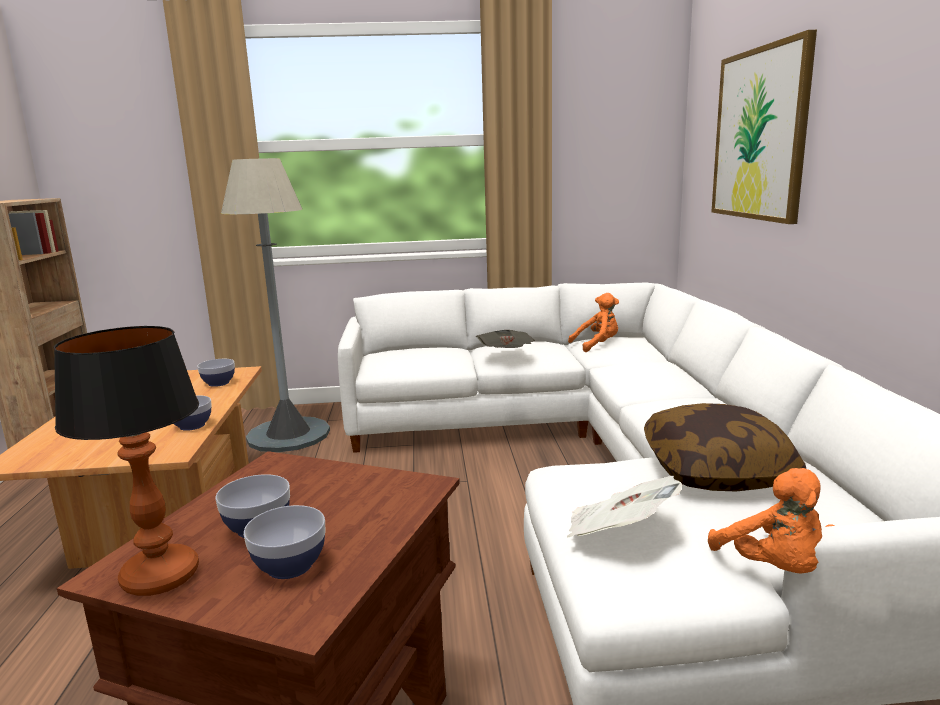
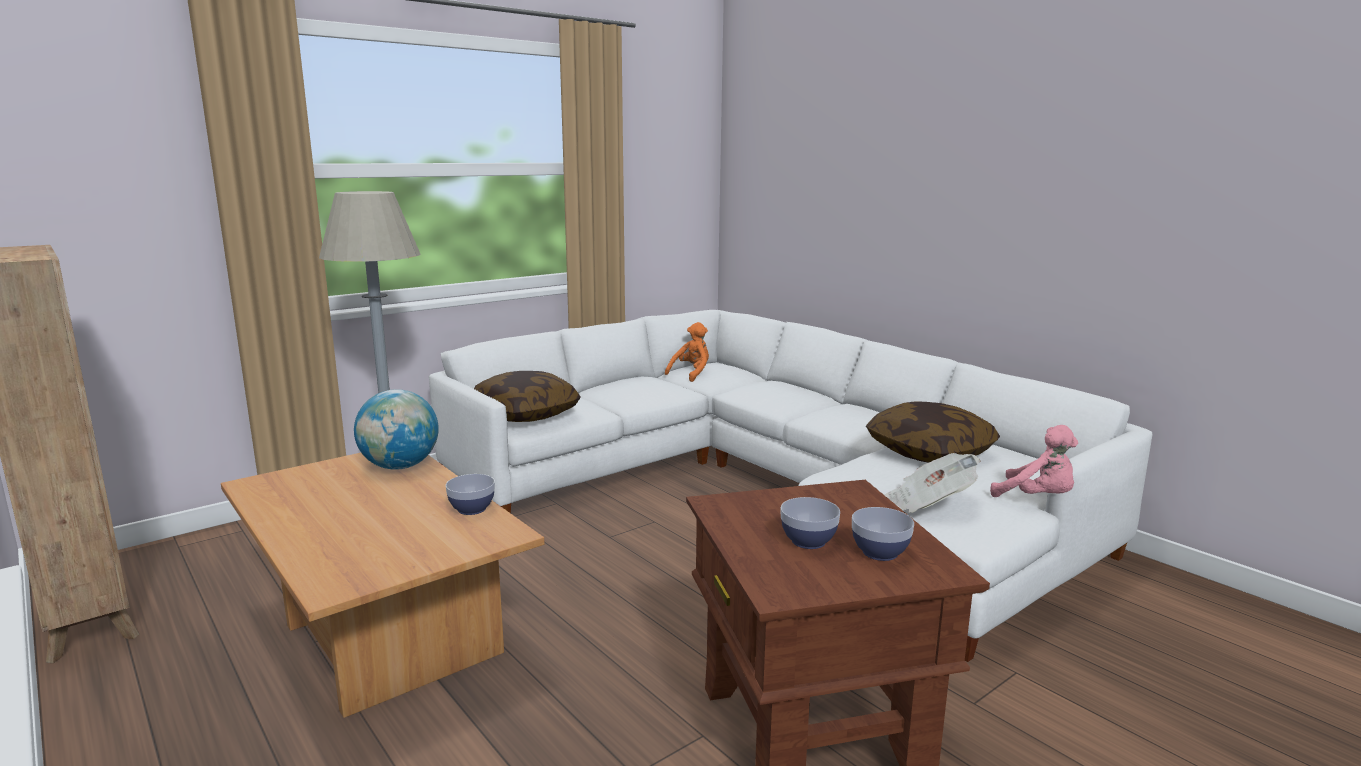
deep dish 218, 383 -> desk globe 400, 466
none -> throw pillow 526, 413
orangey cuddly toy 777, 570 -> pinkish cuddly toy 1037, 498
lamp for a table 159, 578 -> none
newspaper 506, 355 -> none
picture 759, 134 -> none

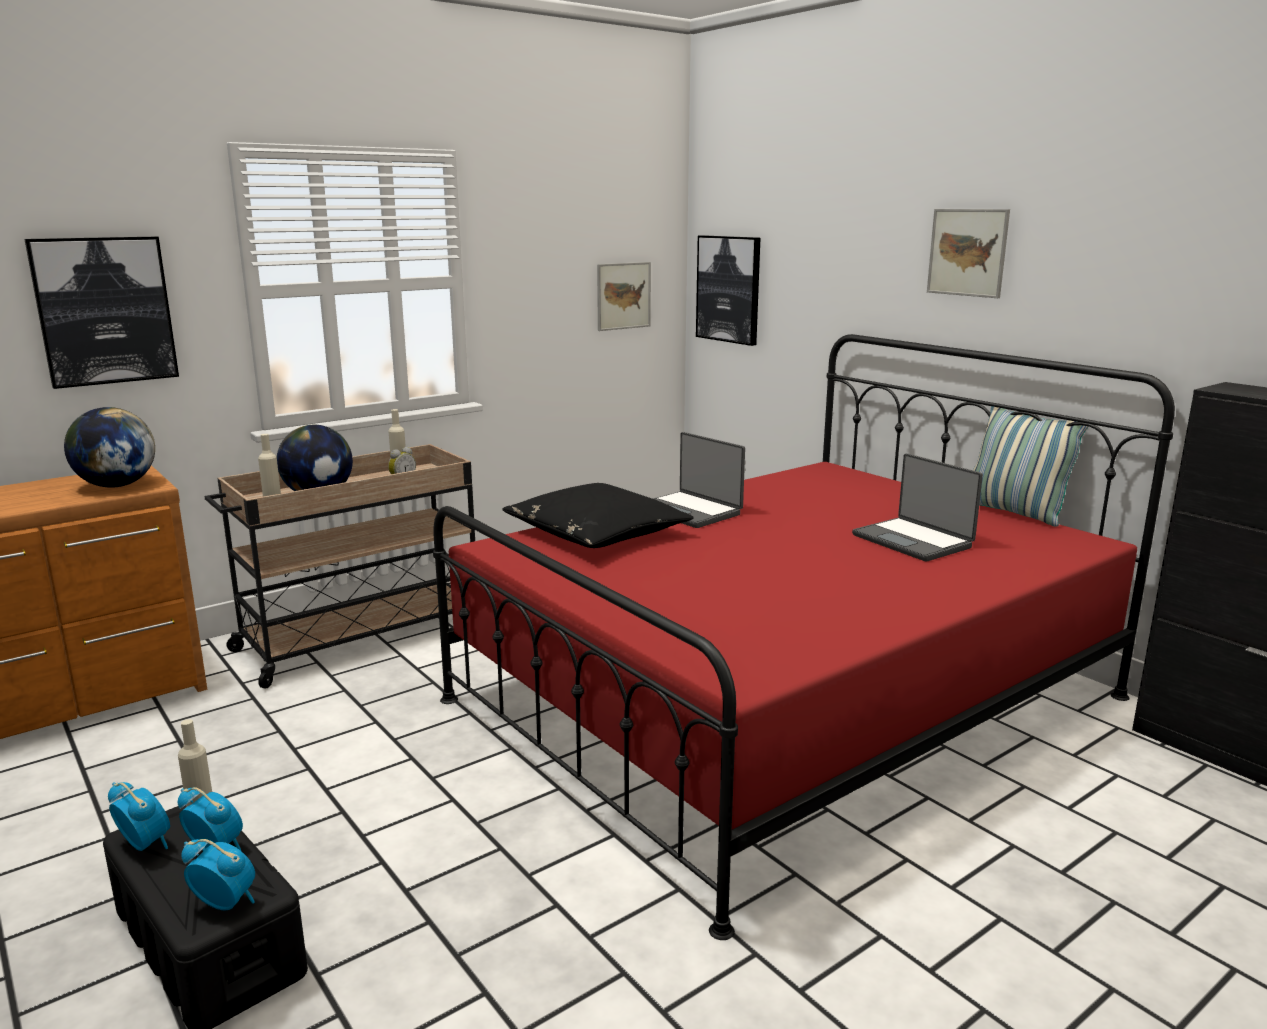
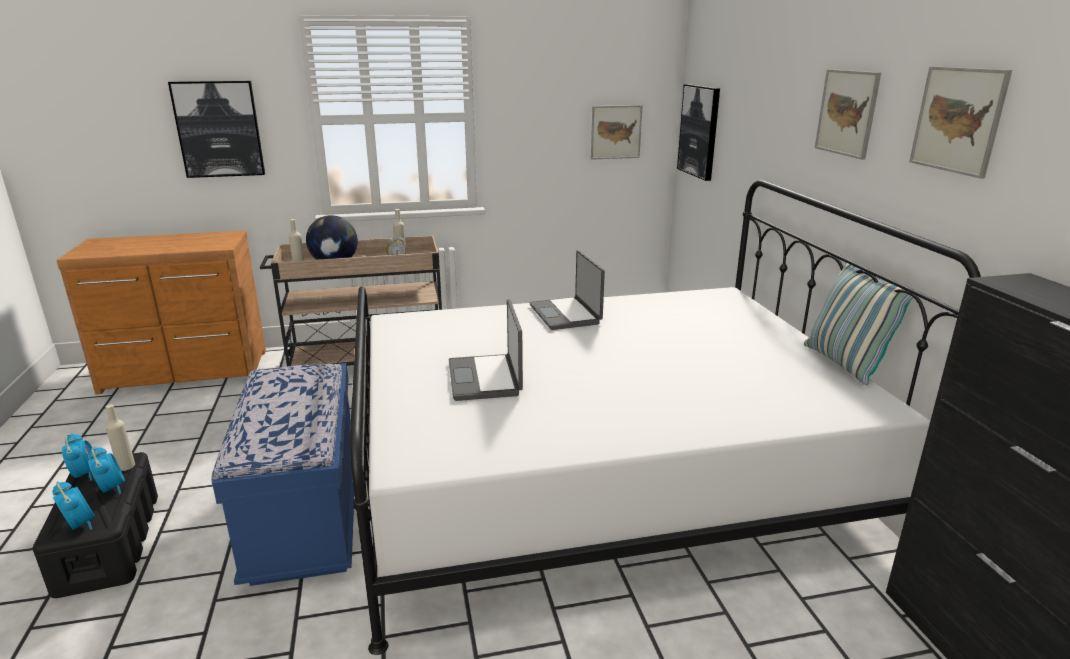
none -> bluish bench 306, 516
red-coloured sleeping bed 785, 698 -> white-coloured sleeping bed 600, 477
portable computer 913, 541 -> portable computer 486, 378, move
none -> picture 958, 120
desk globe 116, 485 -> none
black throw pillow 597, 533 -> none

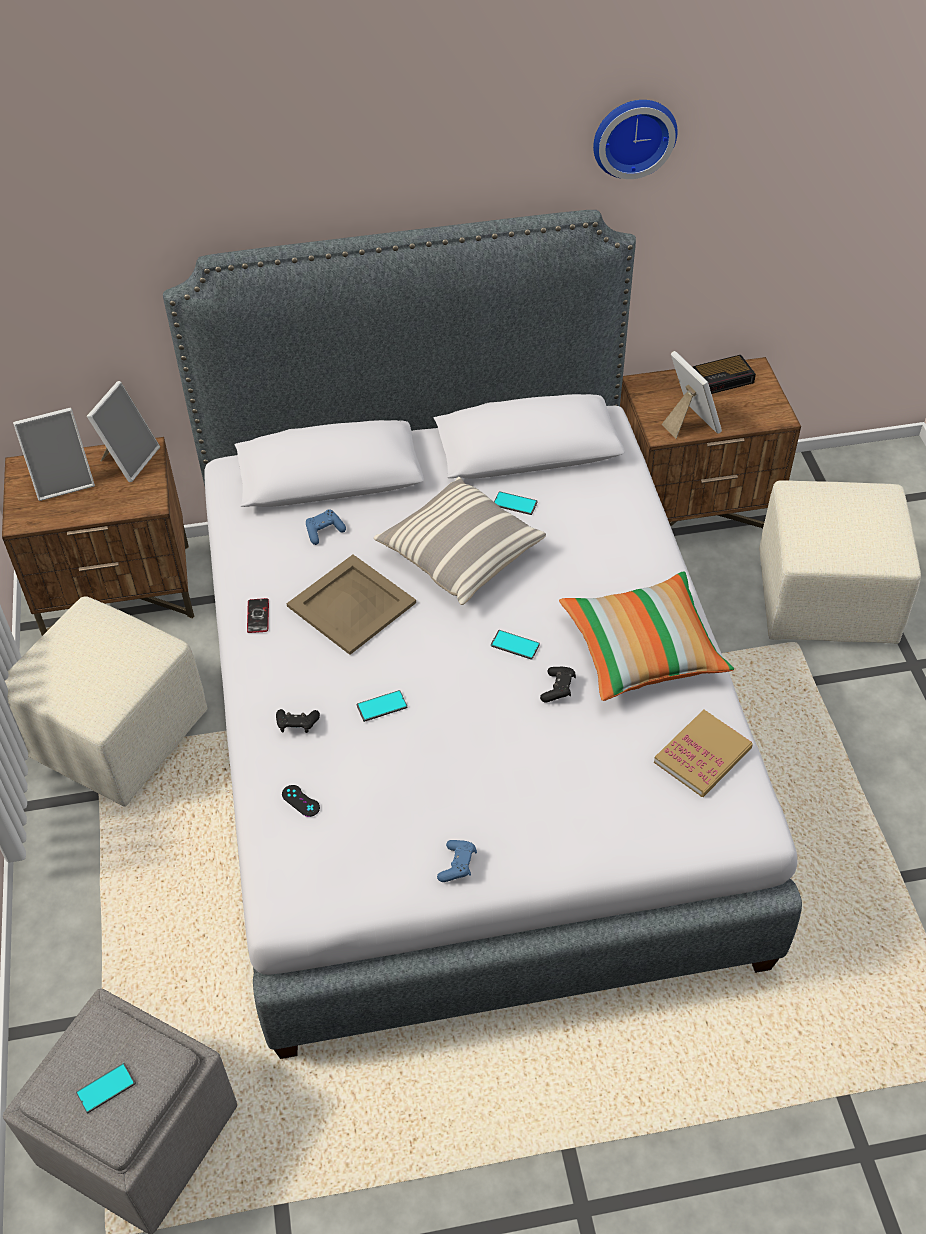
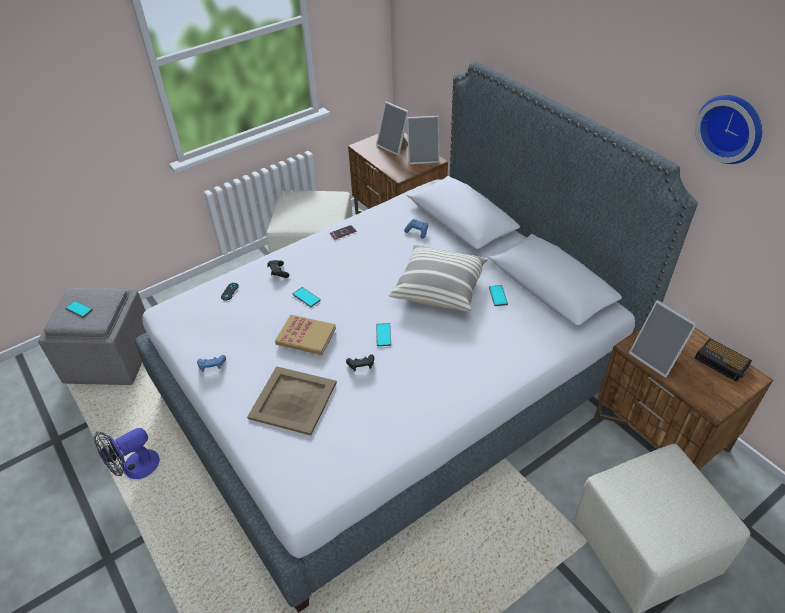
none -> electric fan 135, 468
beige-coloured carrying tray 351, 605 -> beige-coloured carrying tray 292, 400, move
bound book 702, 755 -> bound book 306, 336, move
picture frame 688, 423 -> picture frame 656, 358, 105 degrees clockwise
throw pillow 642, 650 -> none

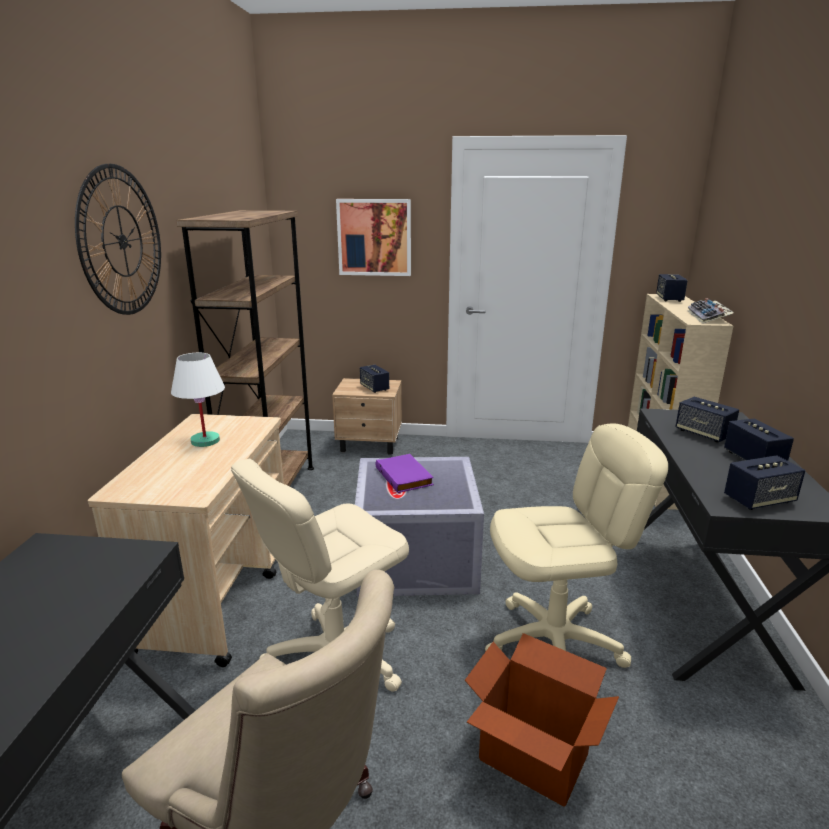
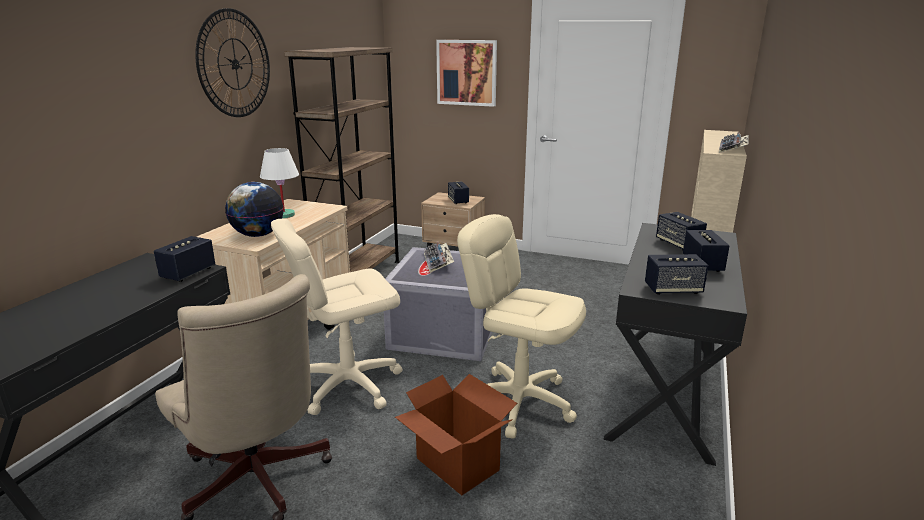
audio speaker 669, 299 -> audio speaker 188, 273, move
none -> desk globe 258, 235
purple bound book 405, 476 -> PC keyboard 438, 262
beige-coloured computer chair 554, 645 -> beige-coloured computer chair 519, 402, 150 degrees counterclockwise

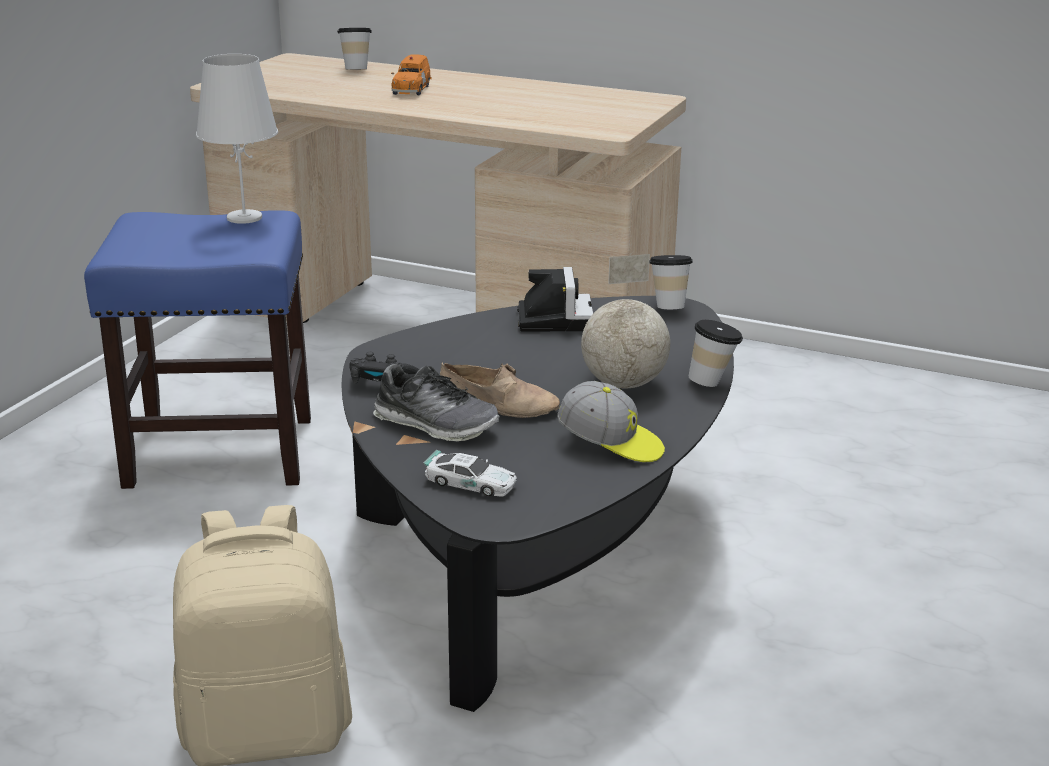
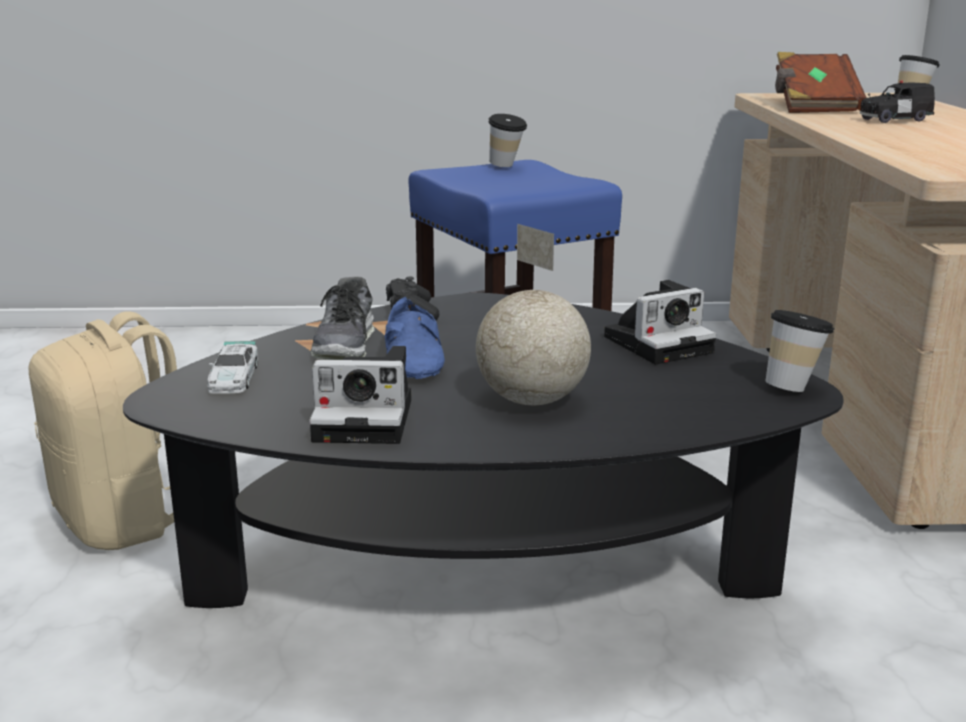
peaked cap 610, 444 -> still camera 369, 419
beige-coloured low shoe 499, 404 -> bluish low shoe 417, 359
small cup 713, 382 -> small cup 506, 166, move
none -> brown-coloured bound book 813, 107
orangey model car 411, 90 -> black model car 894, 120
white-coloured lamp for a table 245, 217 -> none

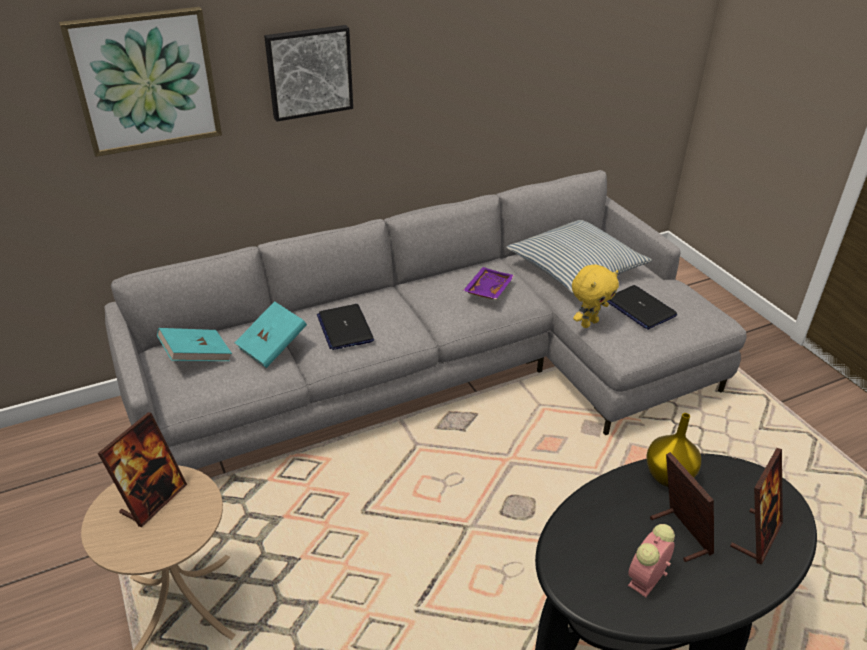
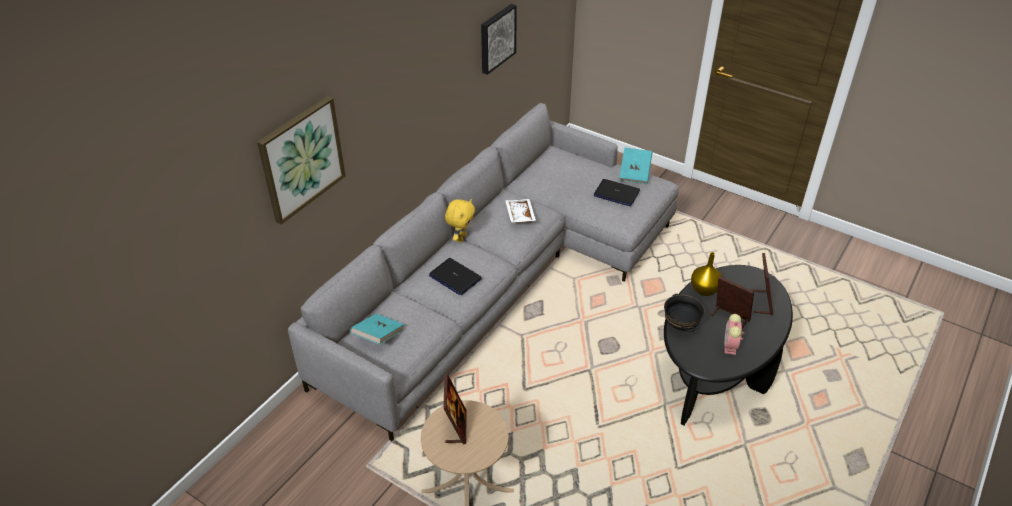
yellowish cuddly toy 588, 323 -> yellowish cuddly toy 461, 238, move
picture 309, 72 -> picture 496, 38, move
purple carrying tray 487, 290 -> white-coloured carrying tray 519, 215
turquoise-coloured bound book 272, 347 -> turquoise-coloured bound book 634, 173, move
none -> black deep dish 680, 325
throw pillow 575, 267 -> none

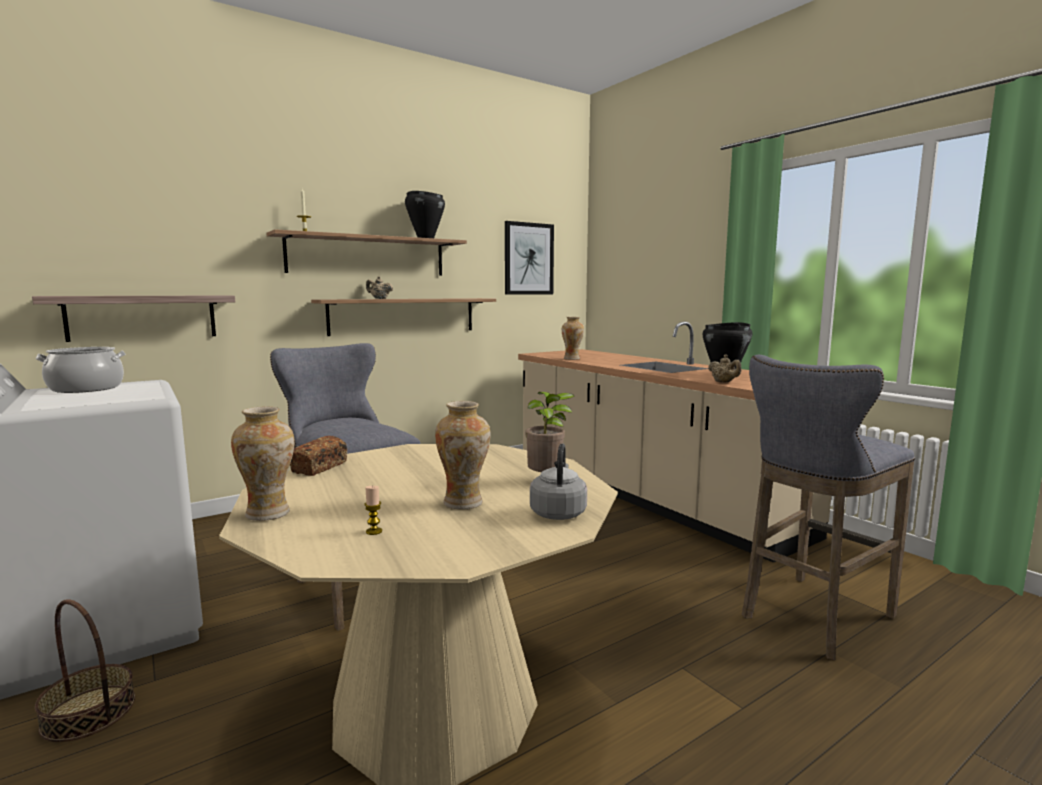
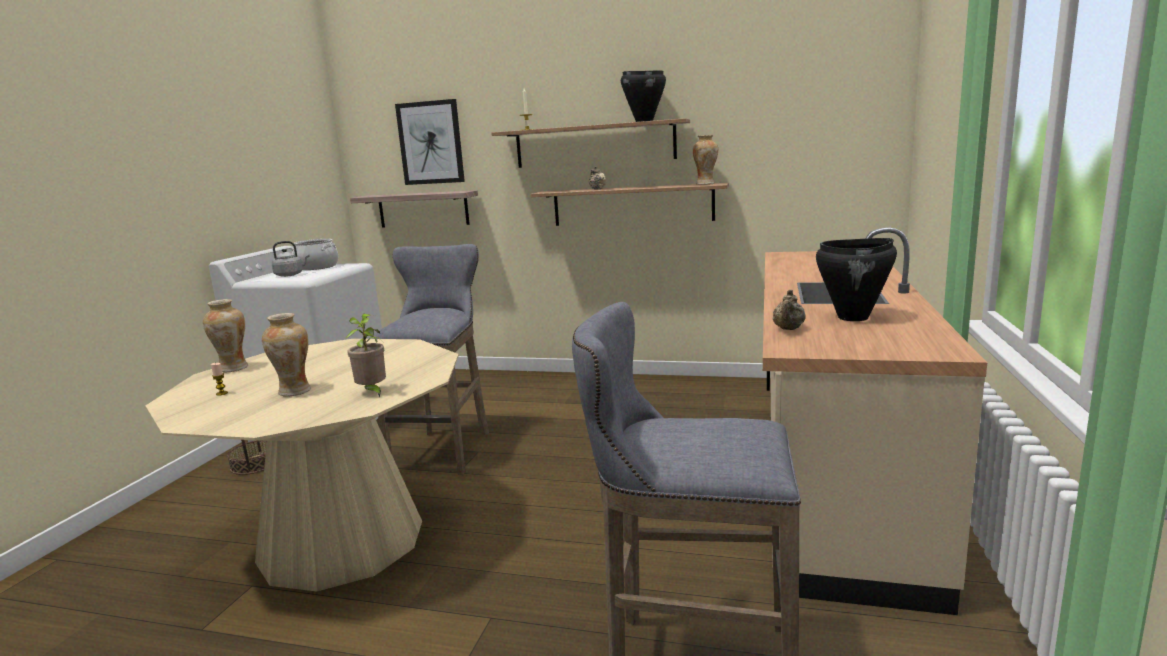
grey tea kettle 558, 512 -> grey tea kettle 290, 275, move
picture 528, 259 -> picture 430, 143, move
decorative vase 572, 359 -> decorative vase 705, 184, move
bread 319, 467 -> none

